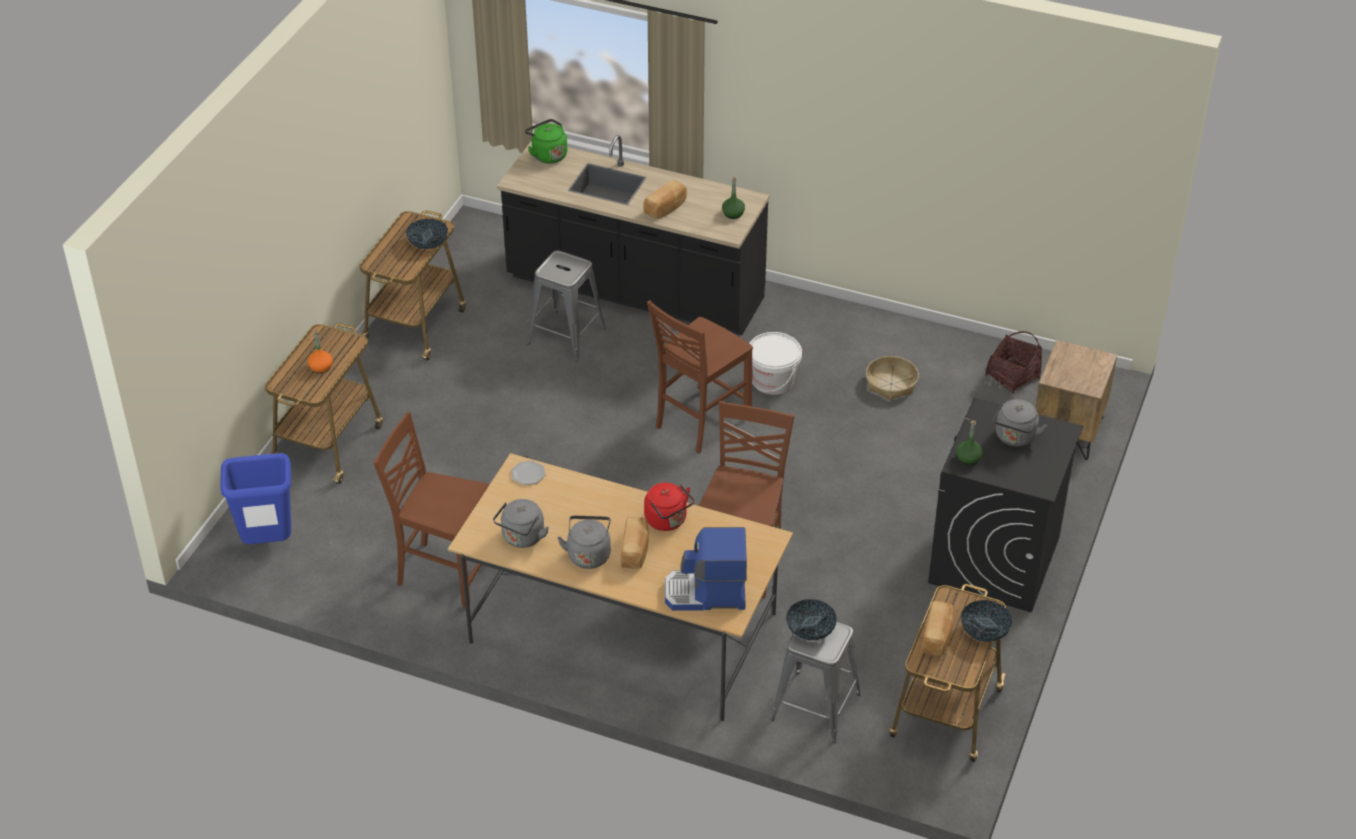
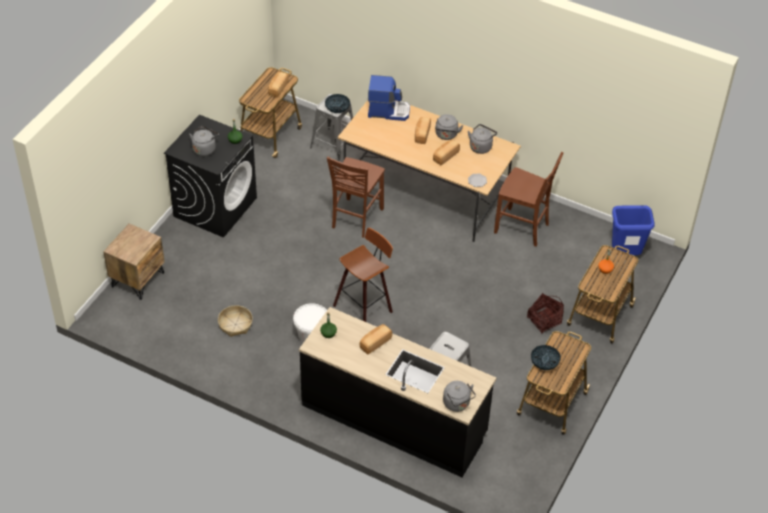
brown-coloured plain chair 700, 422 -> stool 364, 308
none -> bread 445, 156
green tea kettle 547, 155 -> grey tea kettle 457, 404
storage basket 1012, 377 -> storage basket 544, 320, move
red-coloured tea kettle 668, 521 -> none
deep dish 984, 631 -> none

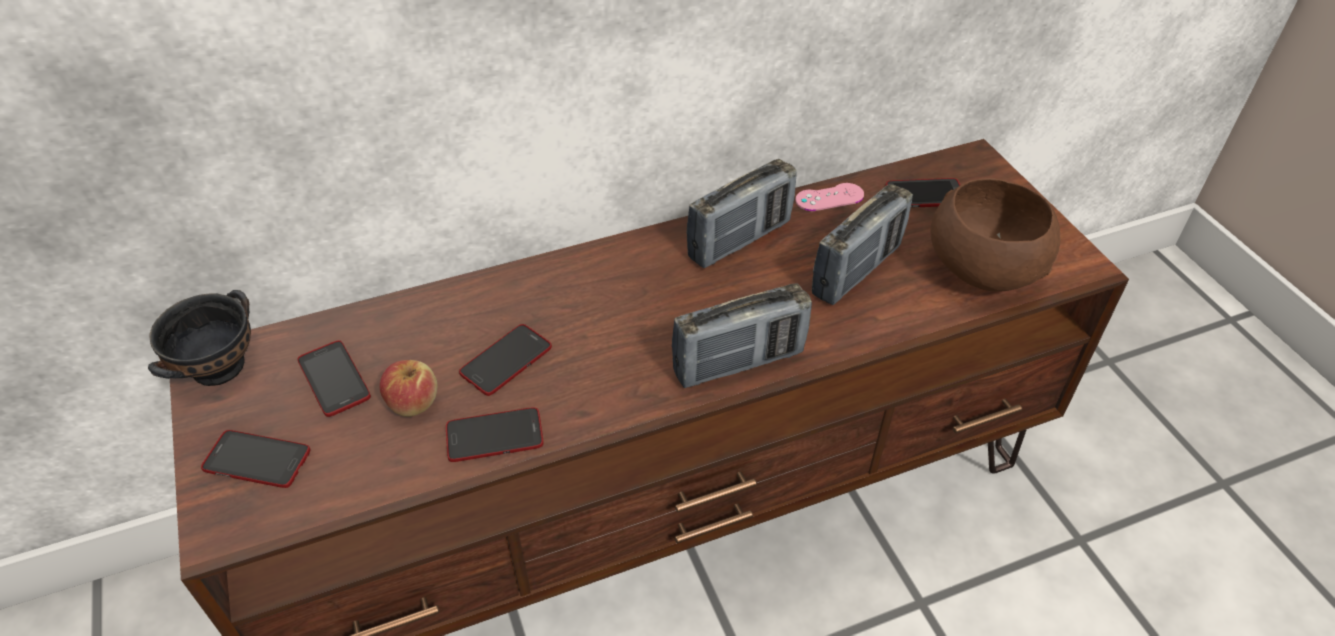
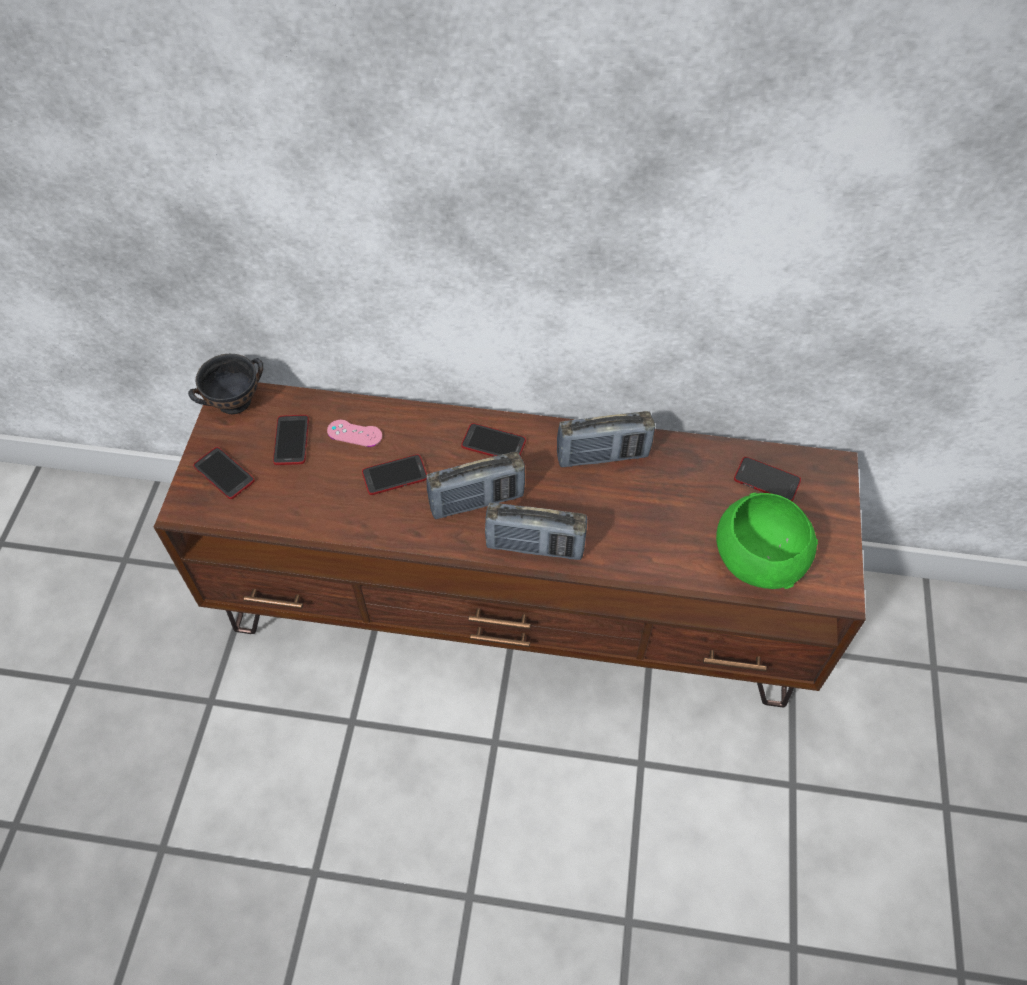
pinkish game controller 829, 197 -> pinkish game controller 354, 433, move
radio receiver 856, 271 -> radio receiver 476, 501, move
phone 494, 436 -> phone 493, 443, move
brown-coloured deep dish 981, 270 -> green deep dish 756, 560
whole apple 413, 402 -> none

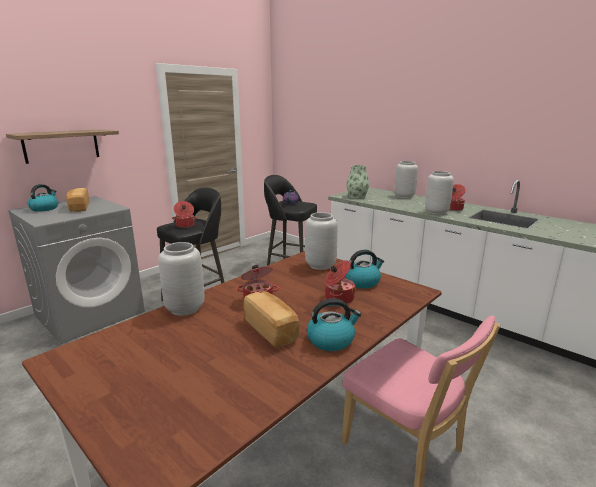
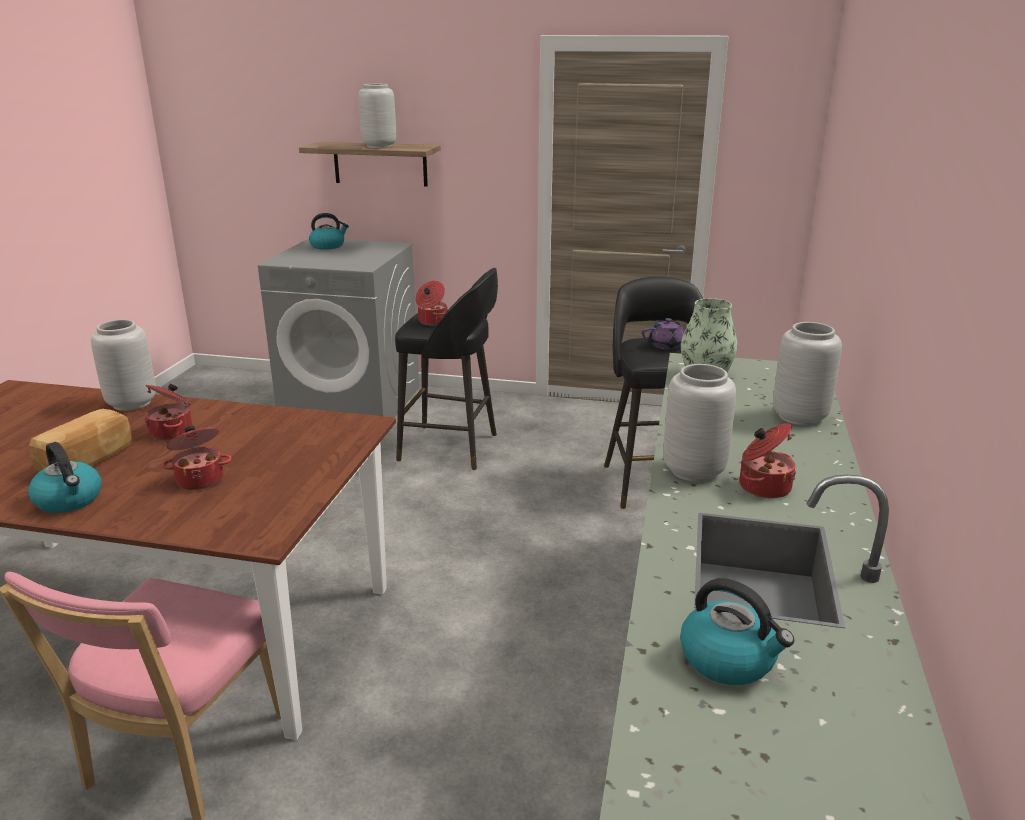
grey decorative vase 320, 265 -> grey decorative vase 378, 146, move
tea kettle 362, 282 -> tea kettle 729, 659, move
bread 79, 208 -> none

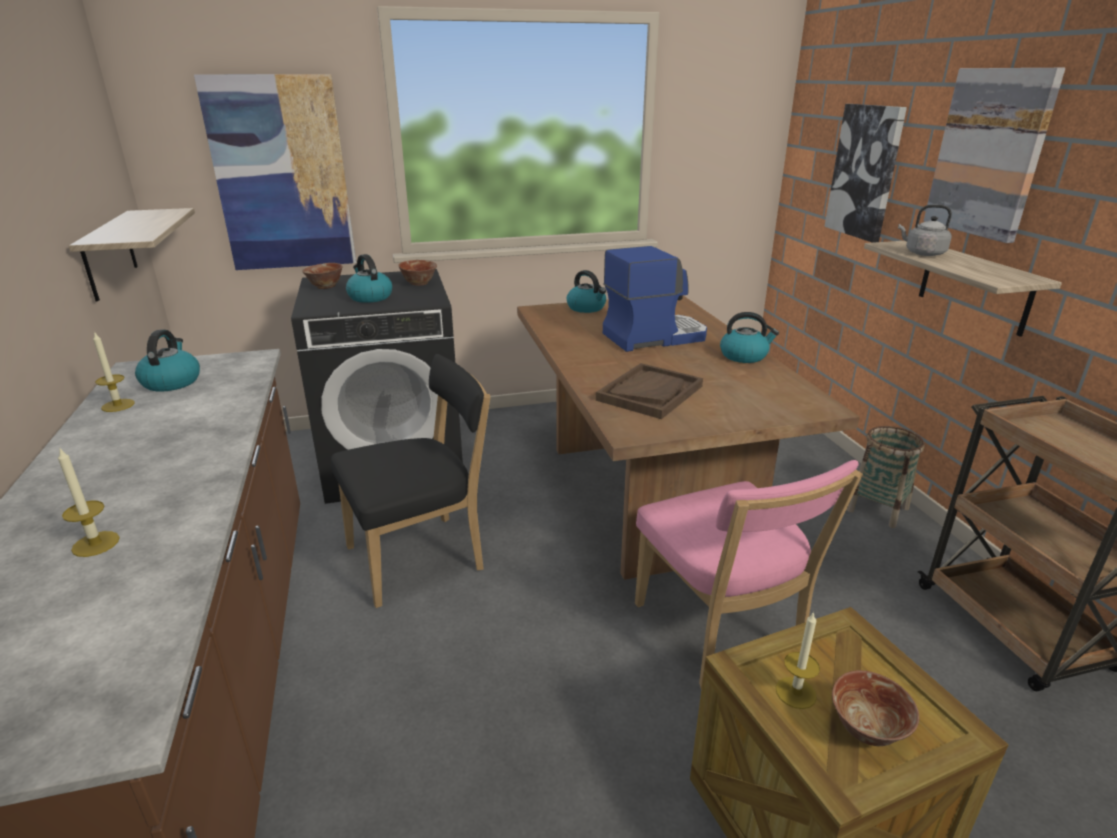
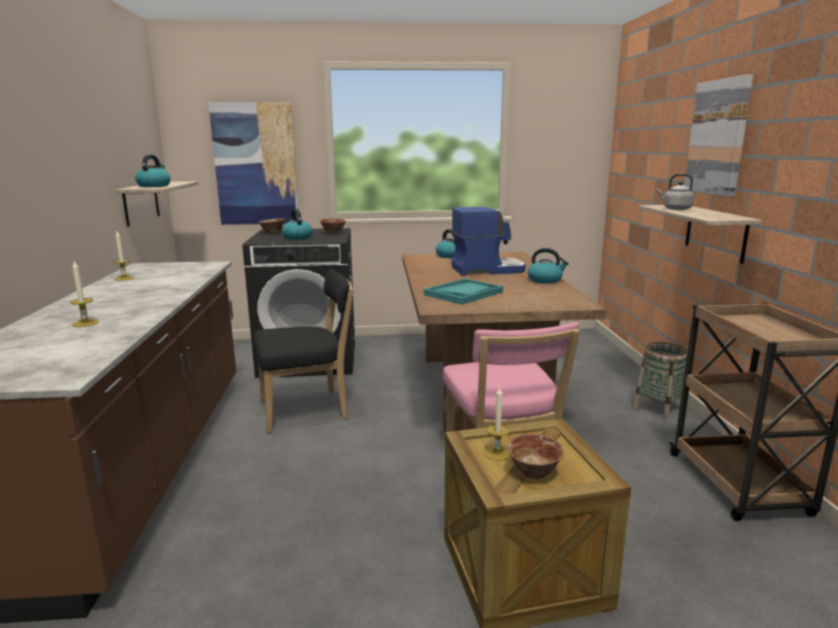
tea kettle 171, 382 -> tea kettle 154, 186, move
brown-coloured carrying tray 650, 393 -> turquoise-coloured carrying tray 463, 293
picture 865, 172 -> none

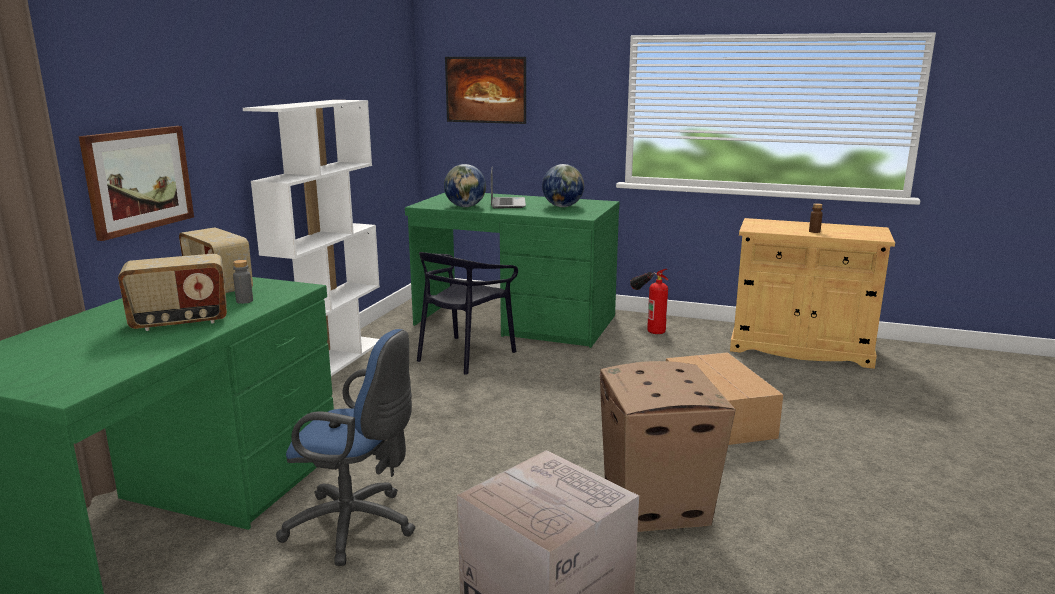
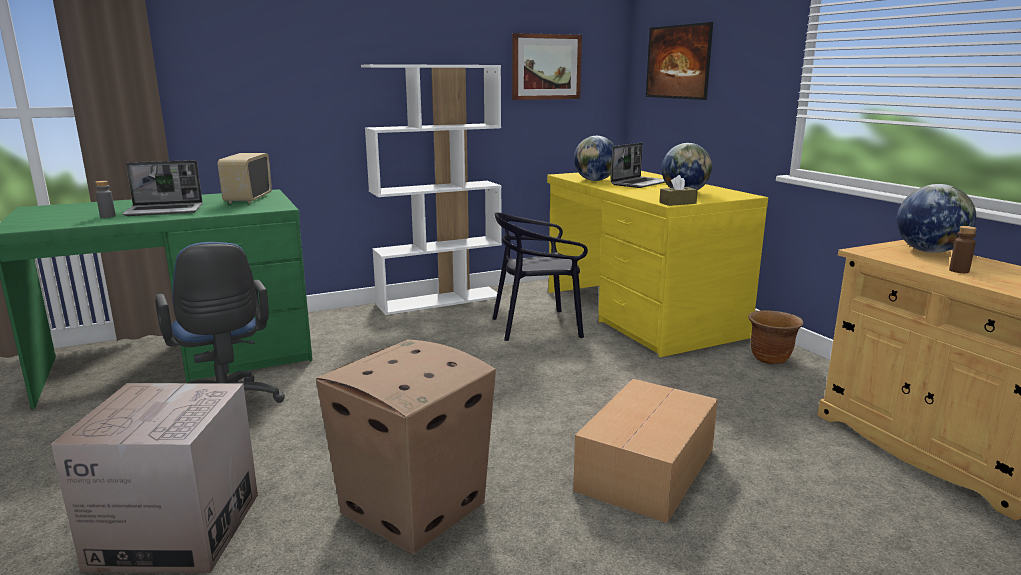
grey bottle 244, 301 -> grey bottle 107, 216, move
radio receiver 180, 322 -> portable computer 165, 211
picture 138, 180 -> picture 546, 67, move
green desk table 515, 321 -> yellowish desk table 639, 313
none -> brown-coloured tissue box 677, 203
extinguisher 648, 325 -> brown-coloured plant pot 770, 358
none -> desk globe 928, 251

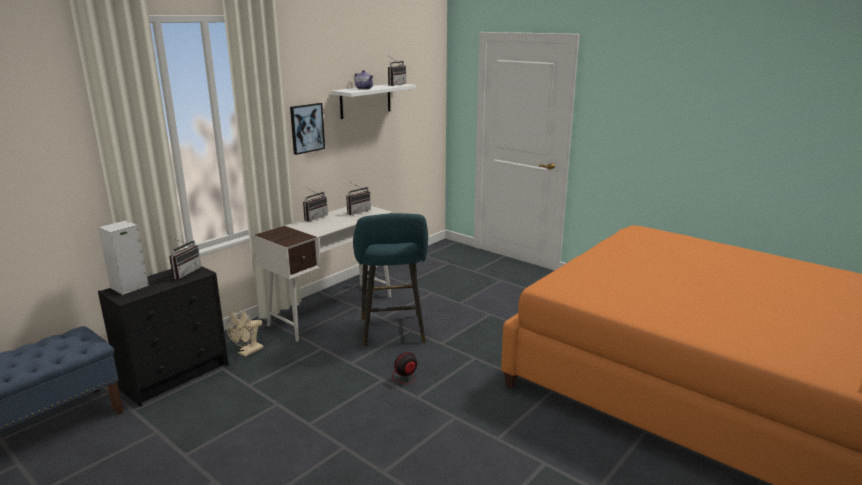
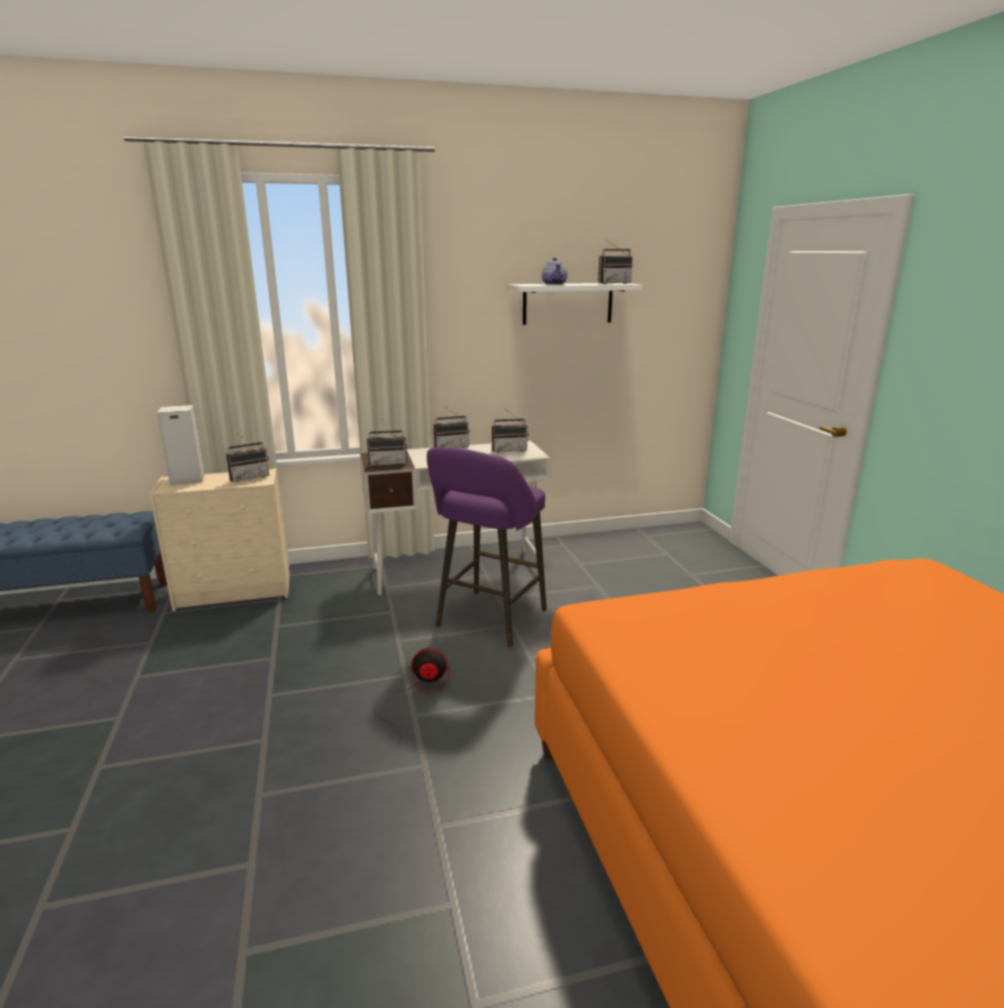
black chest of drawers 176, 376 -> beige-coloured chest of drawers 235, 592
none -> radio receiver 388, 463
turquoise-coloured stool 392, 332 -> purple stool 488, 620
beige-coloured electric fan 247, 352 -> none
picture 306, 128 -> none

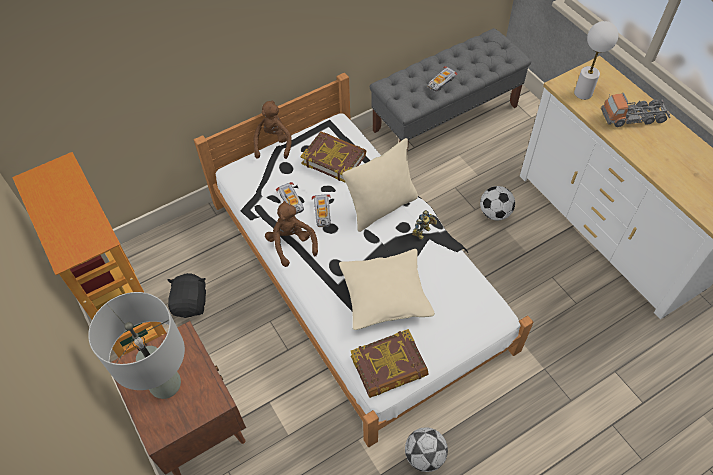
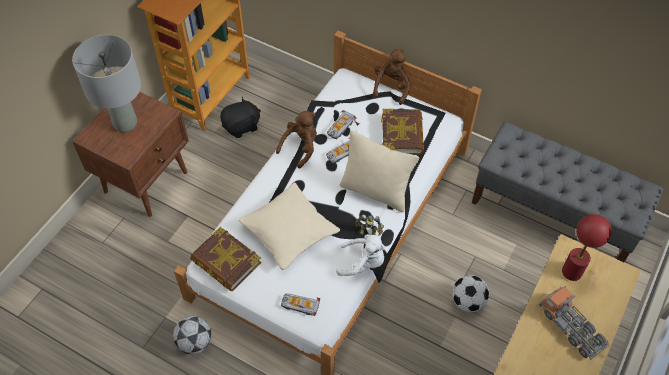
model car 441, 82 -> model car 300, 305, move
none -> white-coloured cuddly toy 363, 263
brown-coloured cuddly toy 272, 143 -> brown-coloured cuddly toy 391, 87, 45 degrees counterclockwise
white-coloured lamp for a table 583, 93 -> red-coloured lamp for a table 571, 271

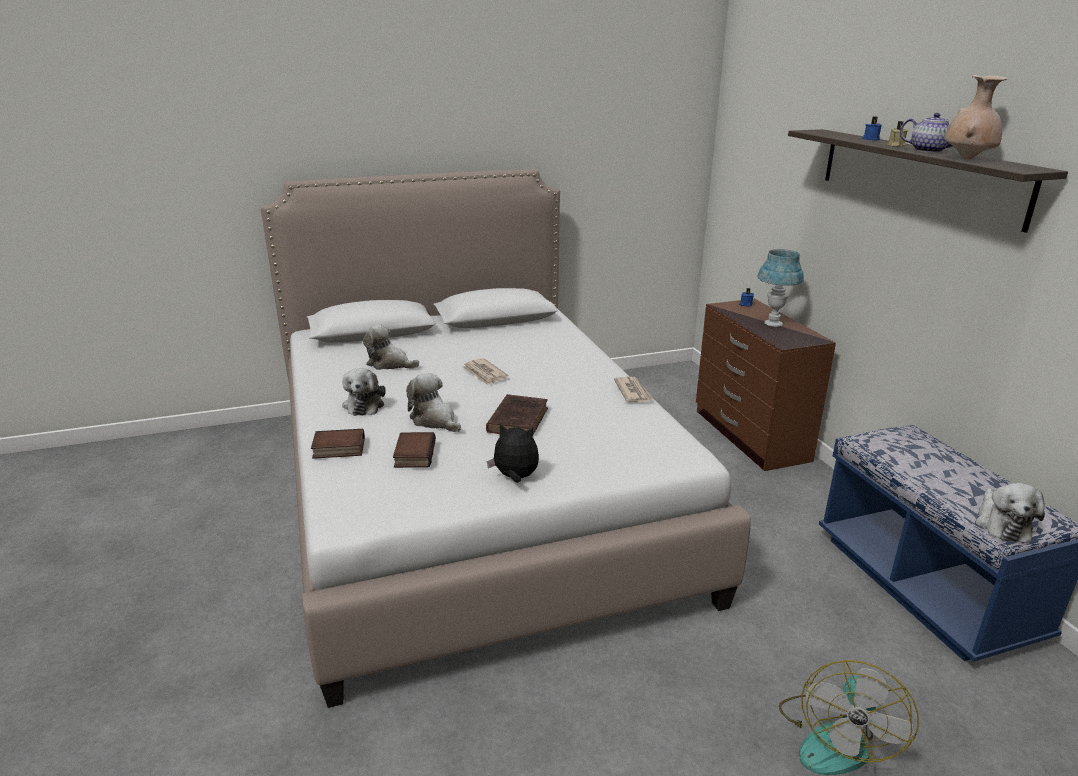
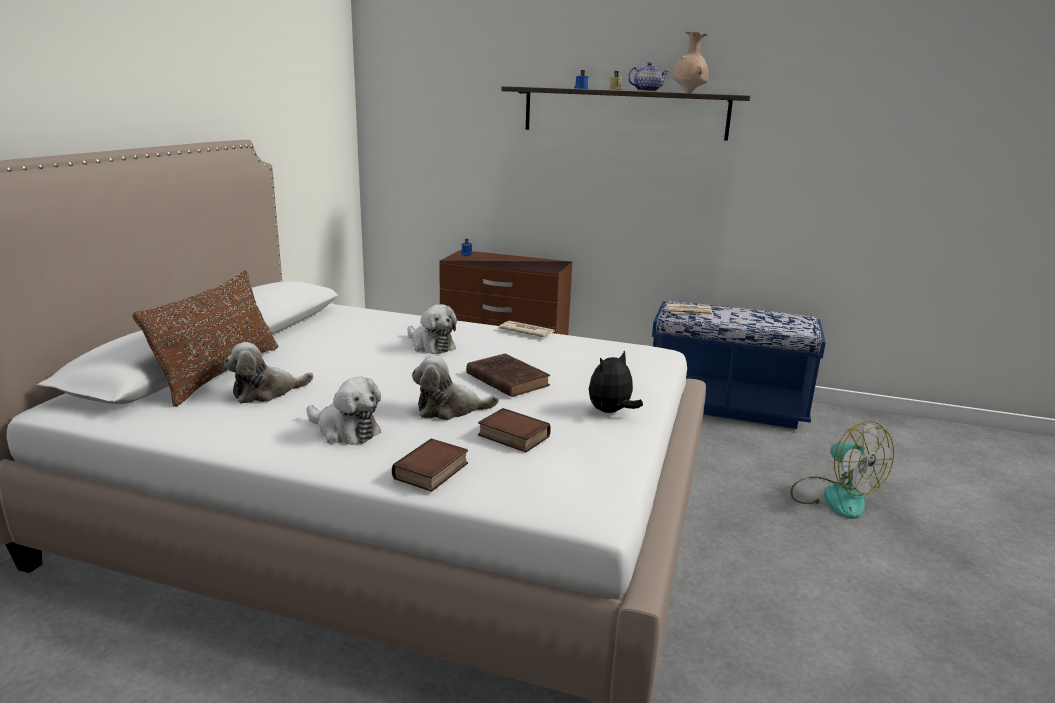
none -> brown-coloured throw pillow 220, 373
cuddly toy 1001, 523 -> cuddly toy 431, 345, move
newspaper 484, 374 -> newspaper 689, 312, move
bluish lamp for a table 773, 324 -> none

